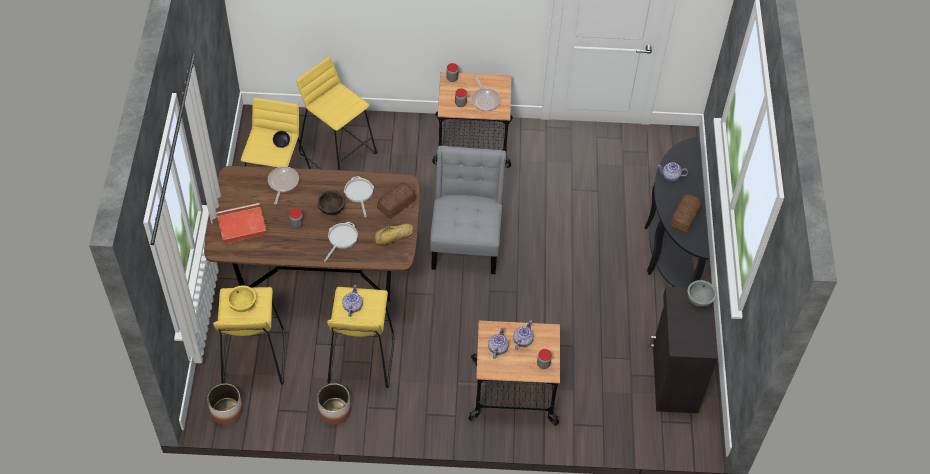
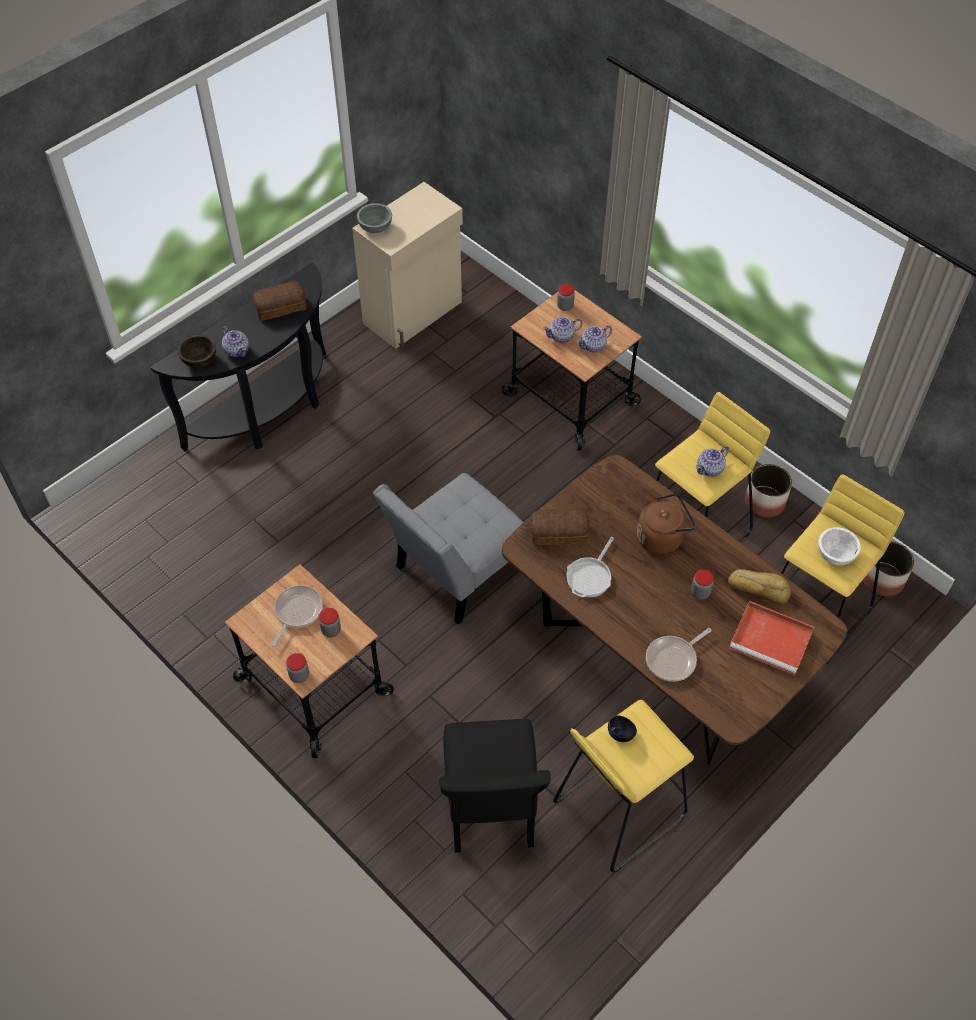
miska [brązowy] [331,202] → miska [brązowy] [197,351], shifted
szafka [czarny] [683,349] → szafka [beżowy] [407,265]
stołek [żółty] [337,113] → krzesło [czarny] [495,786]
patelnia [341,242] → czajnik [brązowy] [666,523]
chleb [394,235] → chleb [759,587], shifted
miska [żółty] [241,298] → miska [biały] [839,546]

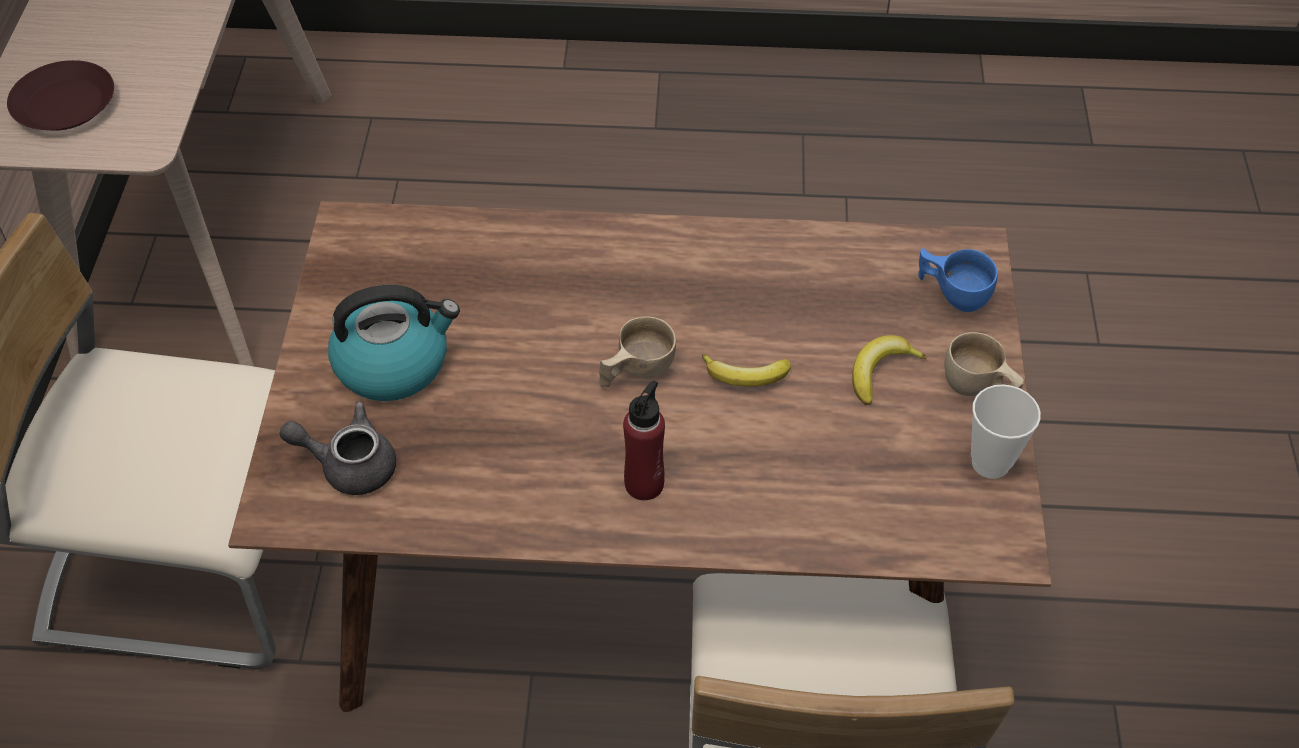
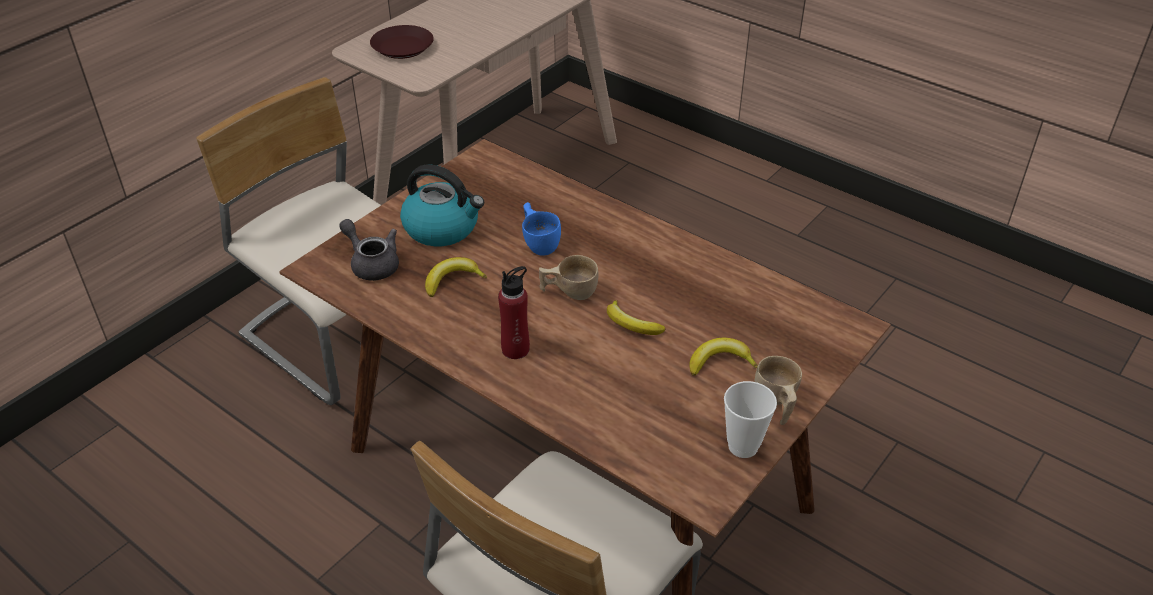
- → banan [456,277]
filiżanka [niebieski] [958,280] → filiżanka [niebieski] [541,228], shifted

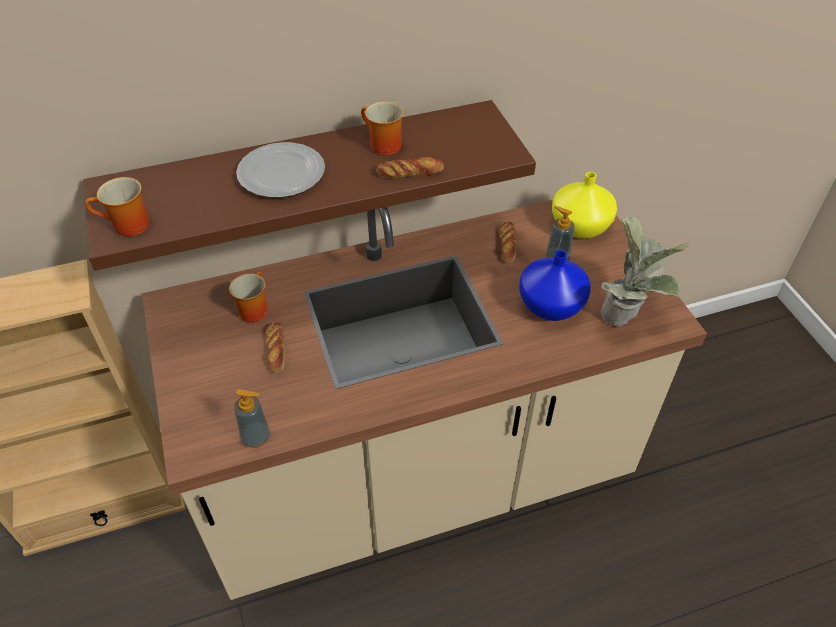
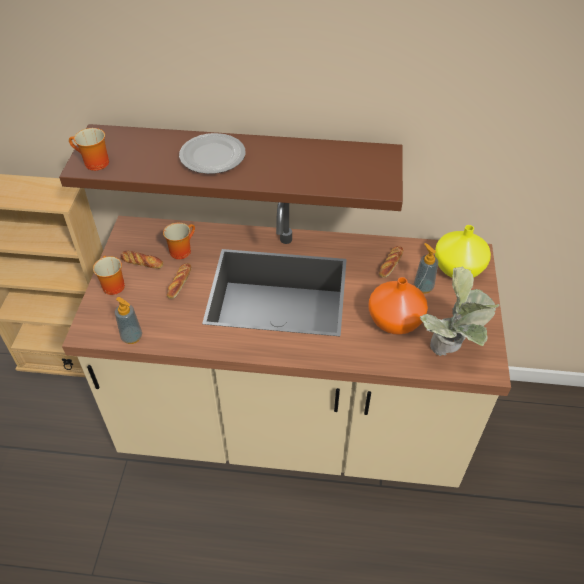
kubek [382,128] → kubek [109,275], shifted
chleb [410,167] → chleb [141,260], shifted
wazon [niebieski] [555,285] → wazon [pomarańczowy] [398,305]

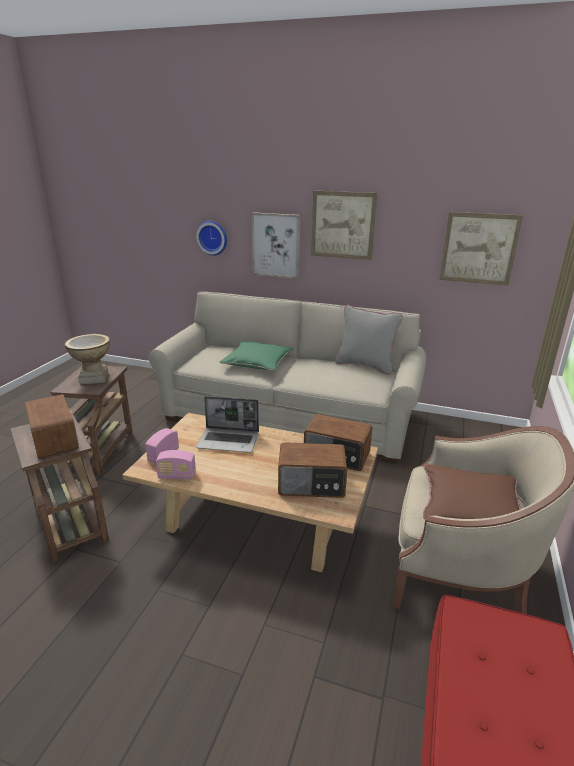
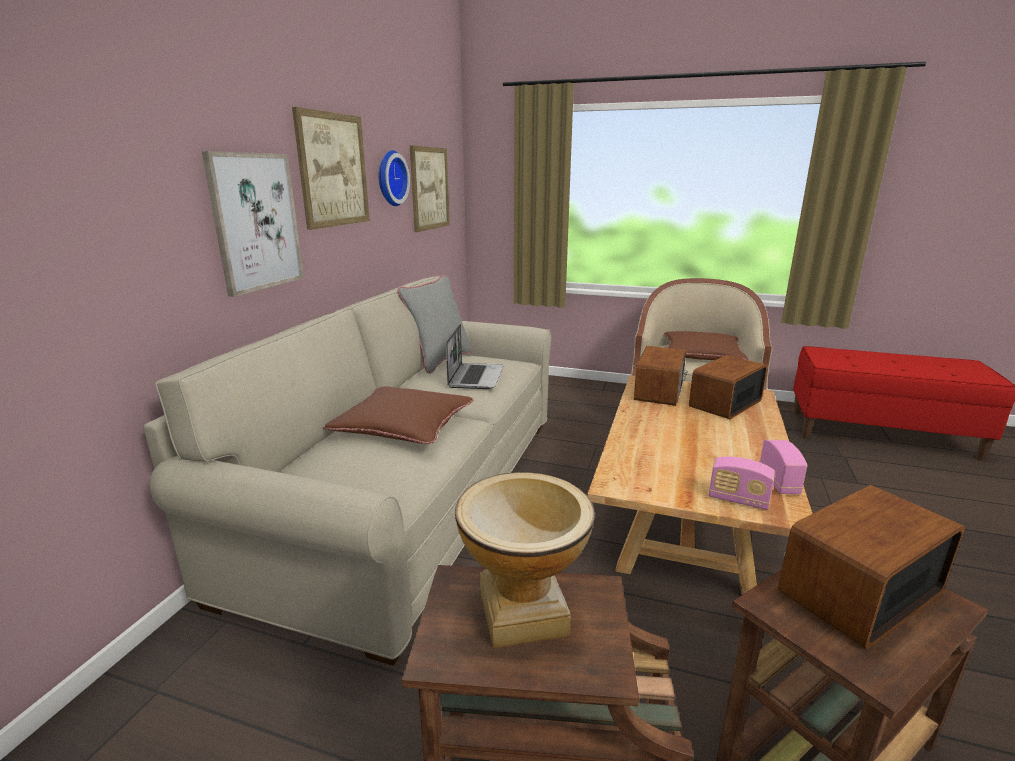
poduszka [zielony] [256,356] → poduszka [brązowy] [398,415]
zegar ścienny [211,238] → zegar ścienny [394,178], shifted
laptop [227,424] → laptop [475,356], shifted
radio [312,470] → radio [728,387], 135 degrees counterclockwise

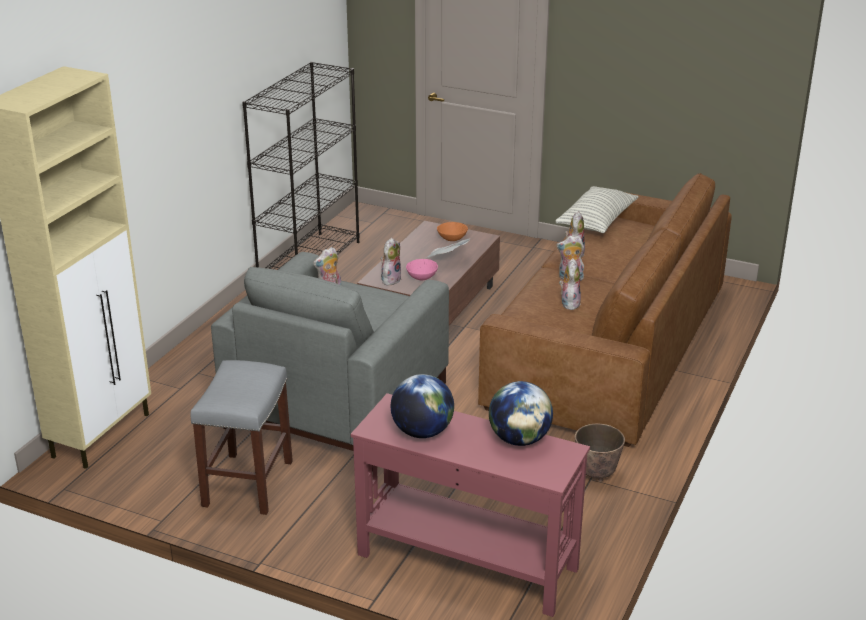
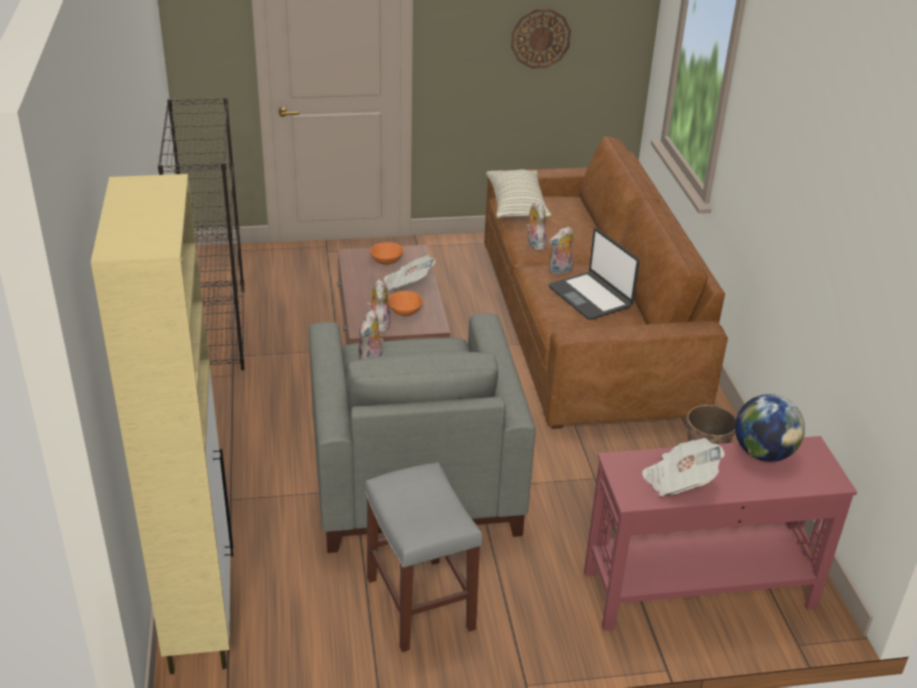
miska [różowy] [422,269] → miska [pomarańczowy] [405,303]
- → zegar ścienny [541,39]
pluszak [570,284] → laptop [594,274]
globus [422,406] → gazeta [683,467]

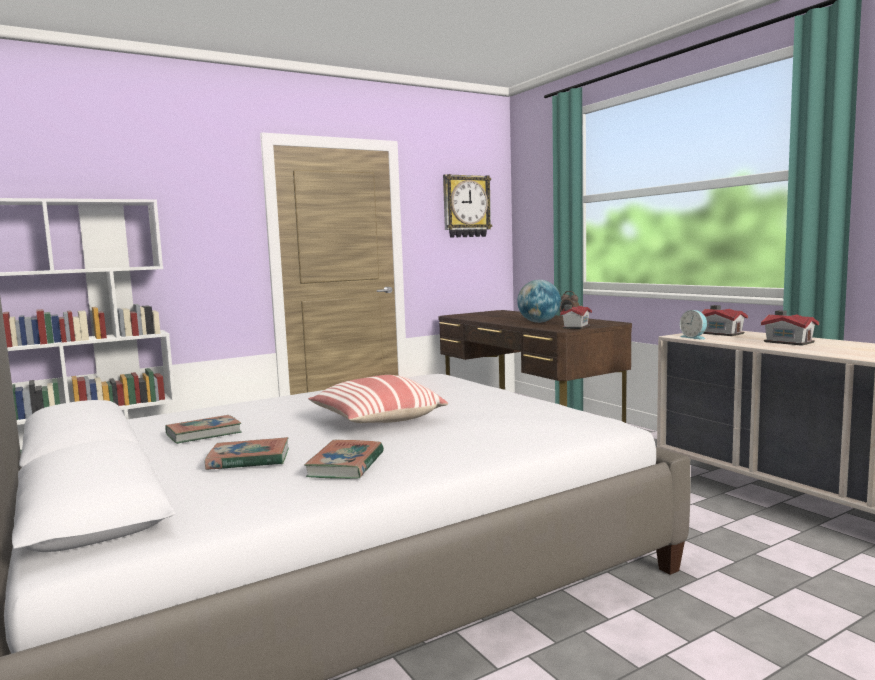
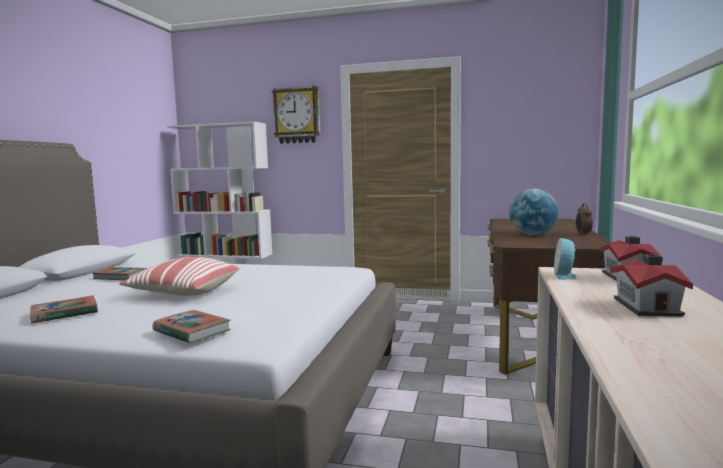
książka [247,453] → książka [191,327], shifted
zegar ścienny [467,206] → zegar ścienny [296,115], shifted
domek [576,317] → -

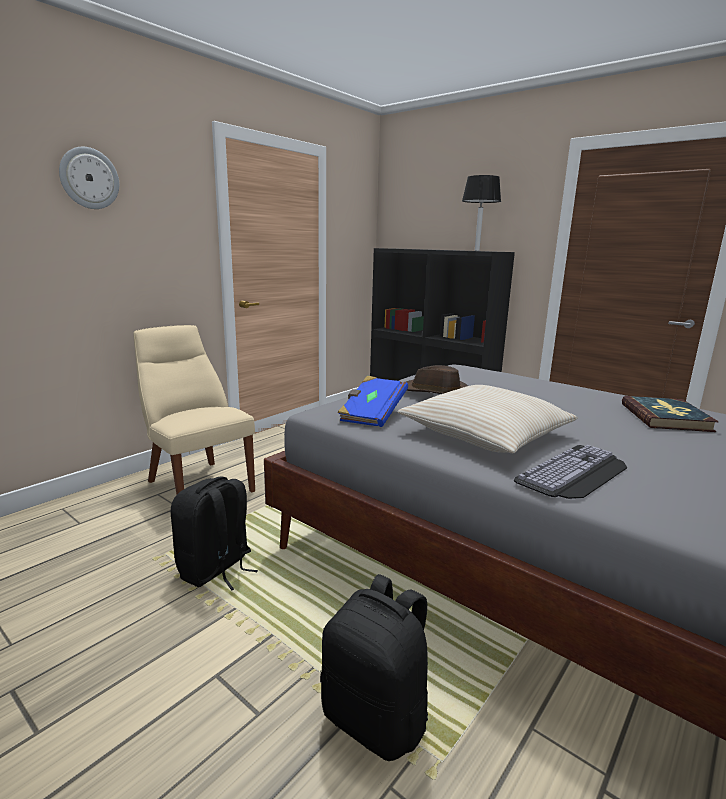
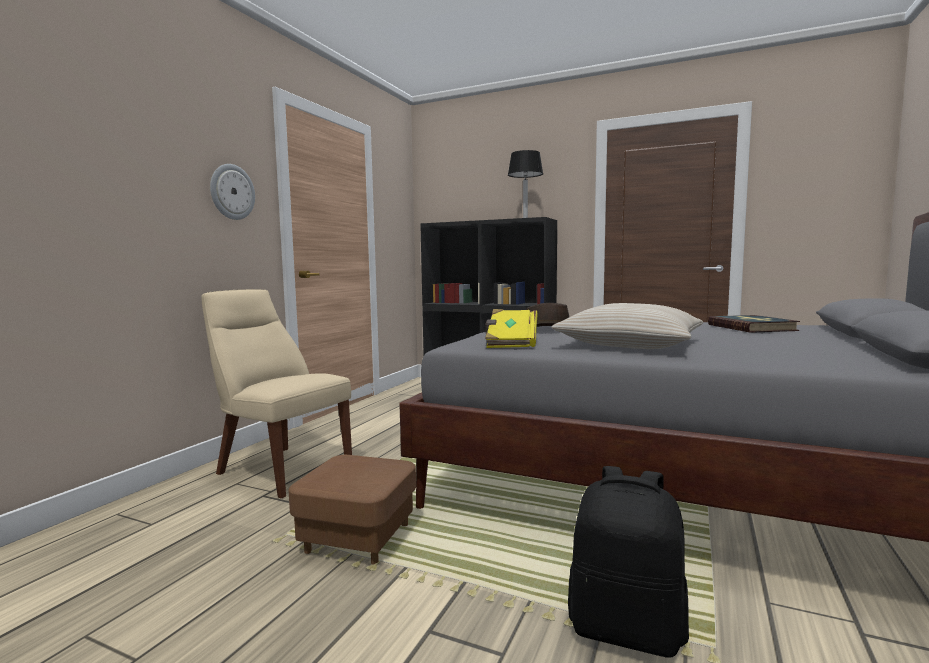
zegar ścienny [89,178] → zegar ścienny [232,192], shifted
plecak [czarny] [214,534] → pufa [brązowy] [352,510]
książka [niebieski] [373,401] → książka [żółty] [511,328]
klawiatura [570,472] → -

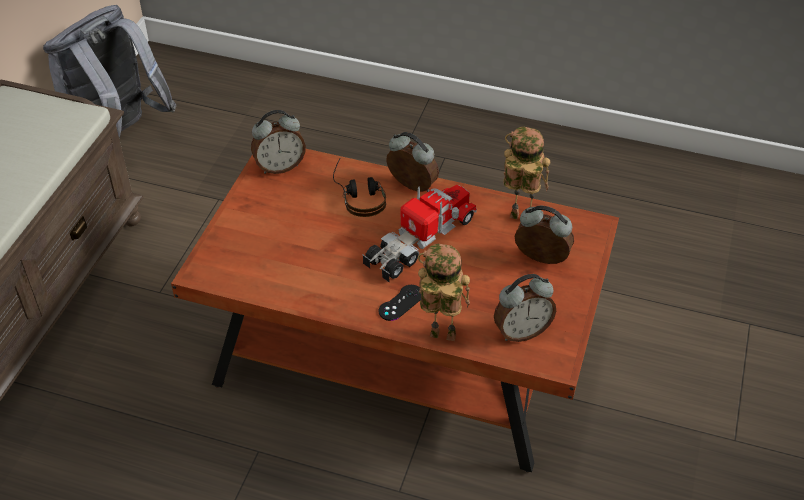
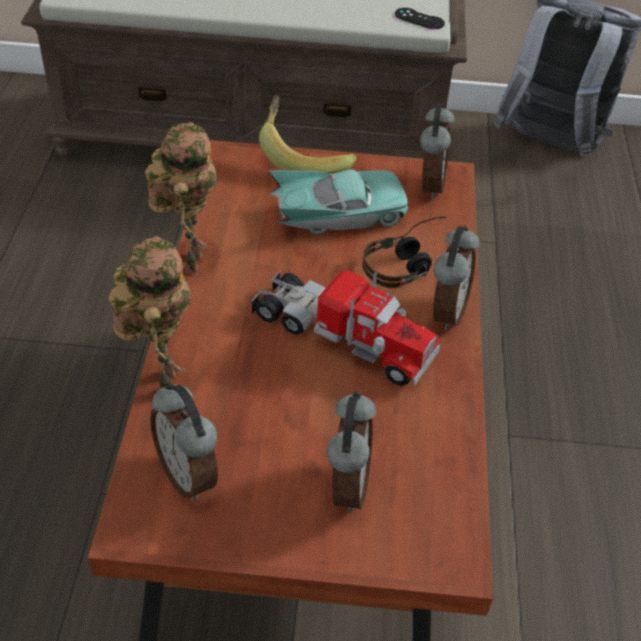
robot zabawkowy [526,173] → robot zabawkowy [181,198], shifted
- → banan [308,134]
- → samochodzik [turkusowy] [338,201]
pad do gier [czarny] [400,303] → pad do gier [czarny] [420,18], shifted
budzik [278,142] → budzik [437,152], 135 degrees counterclockwise

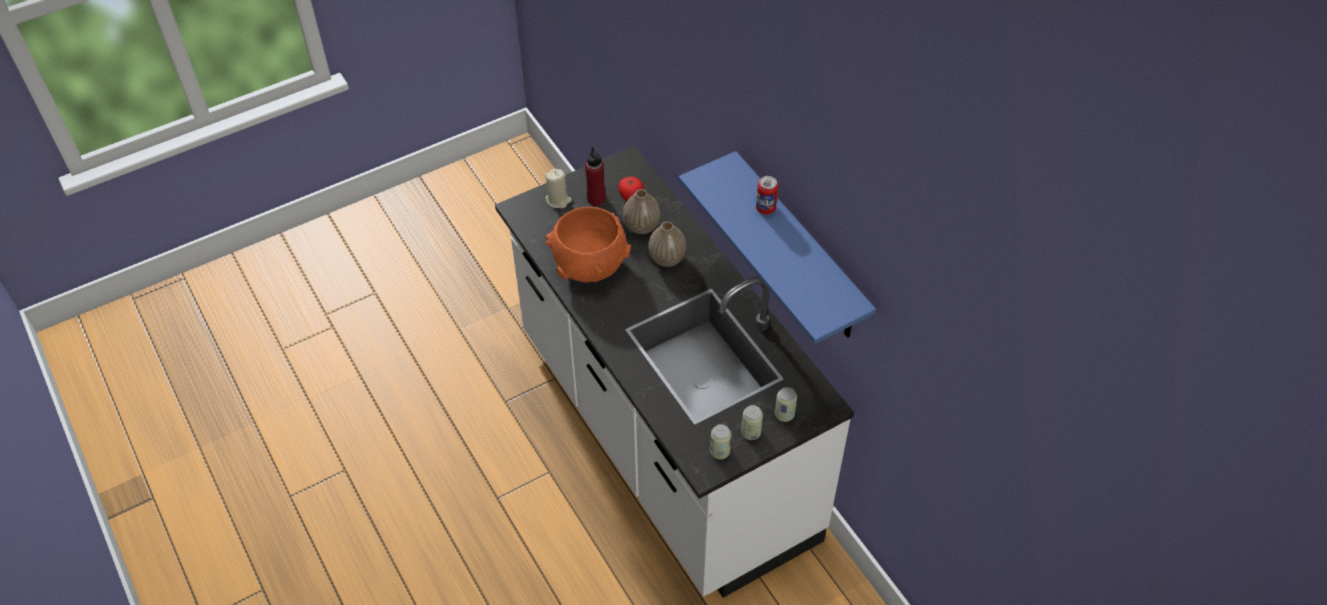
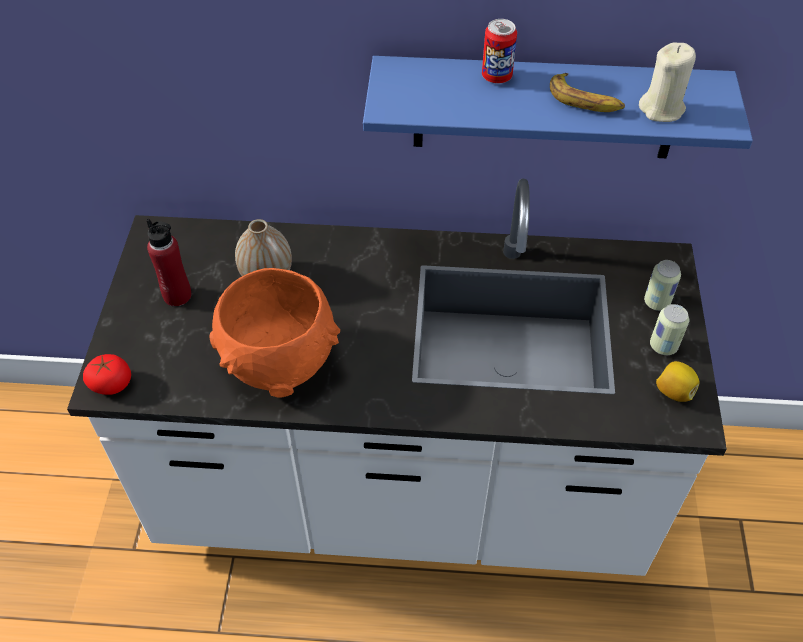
pomidor [631,188] → pomidor [107,374], shifted
- → banan [587,92]
świeca [beżowy] [558,188] → świeca [beżowy] [667,82], shifted
puszka [720,441] → cytryna [678,381]
wazon [667,244] → -

